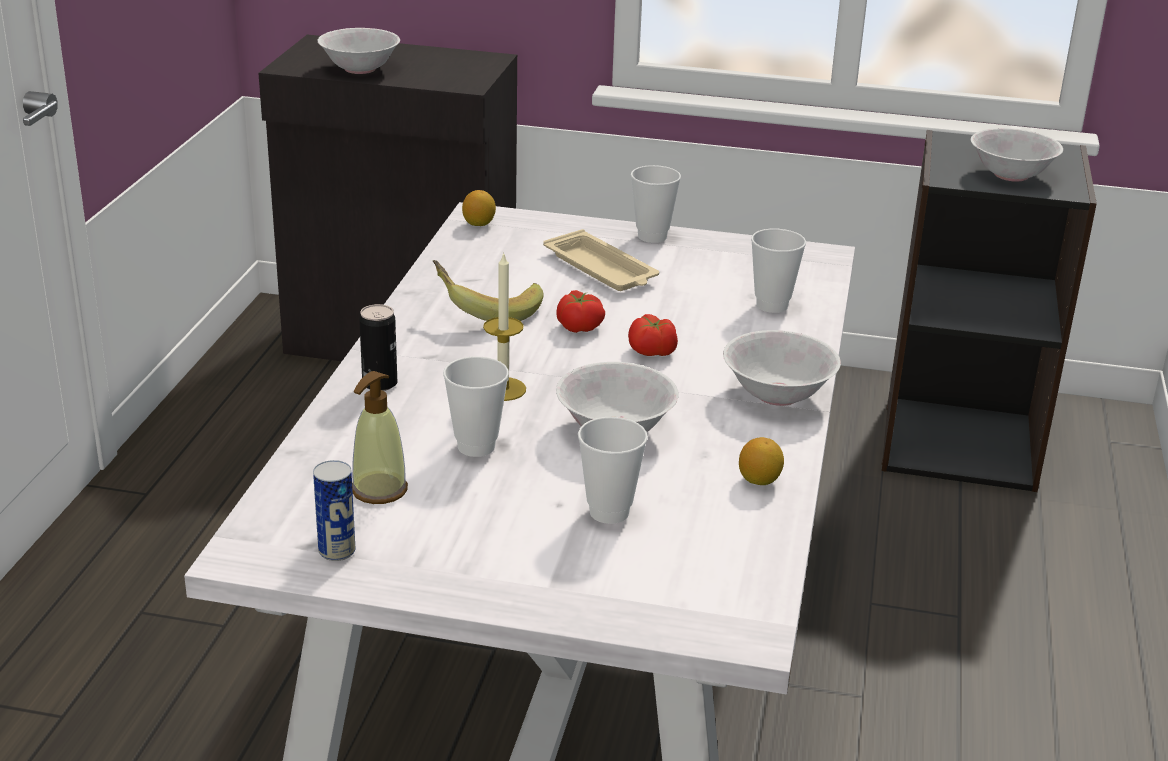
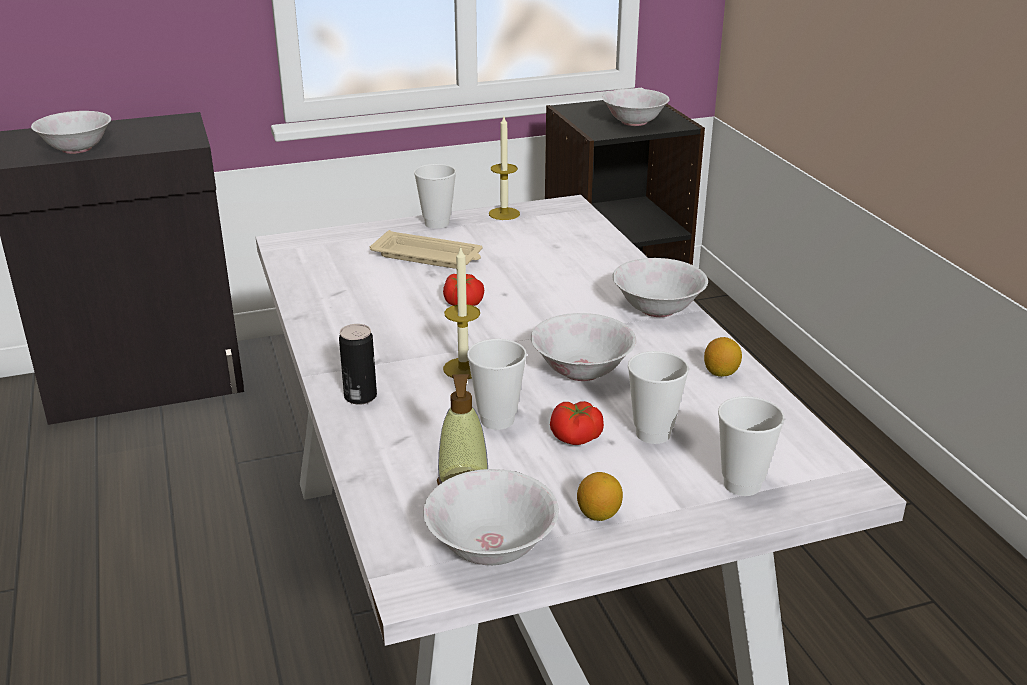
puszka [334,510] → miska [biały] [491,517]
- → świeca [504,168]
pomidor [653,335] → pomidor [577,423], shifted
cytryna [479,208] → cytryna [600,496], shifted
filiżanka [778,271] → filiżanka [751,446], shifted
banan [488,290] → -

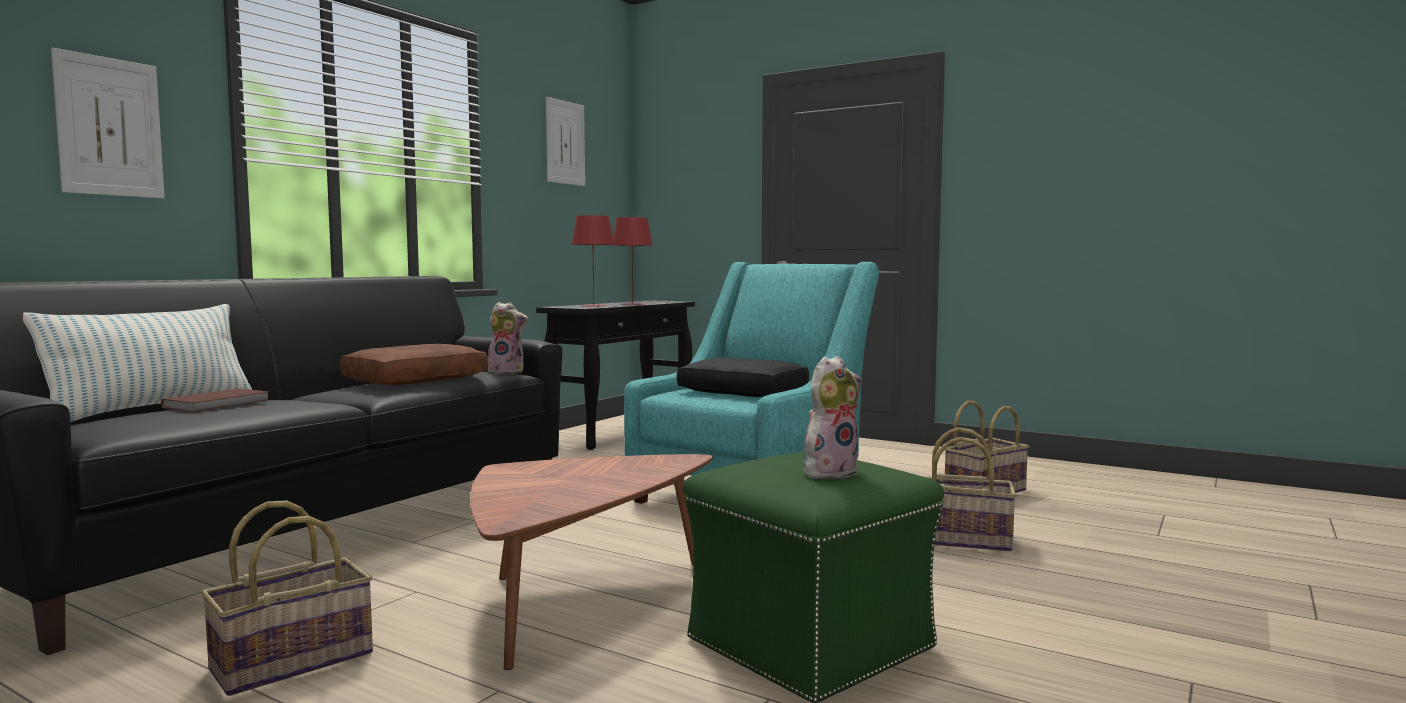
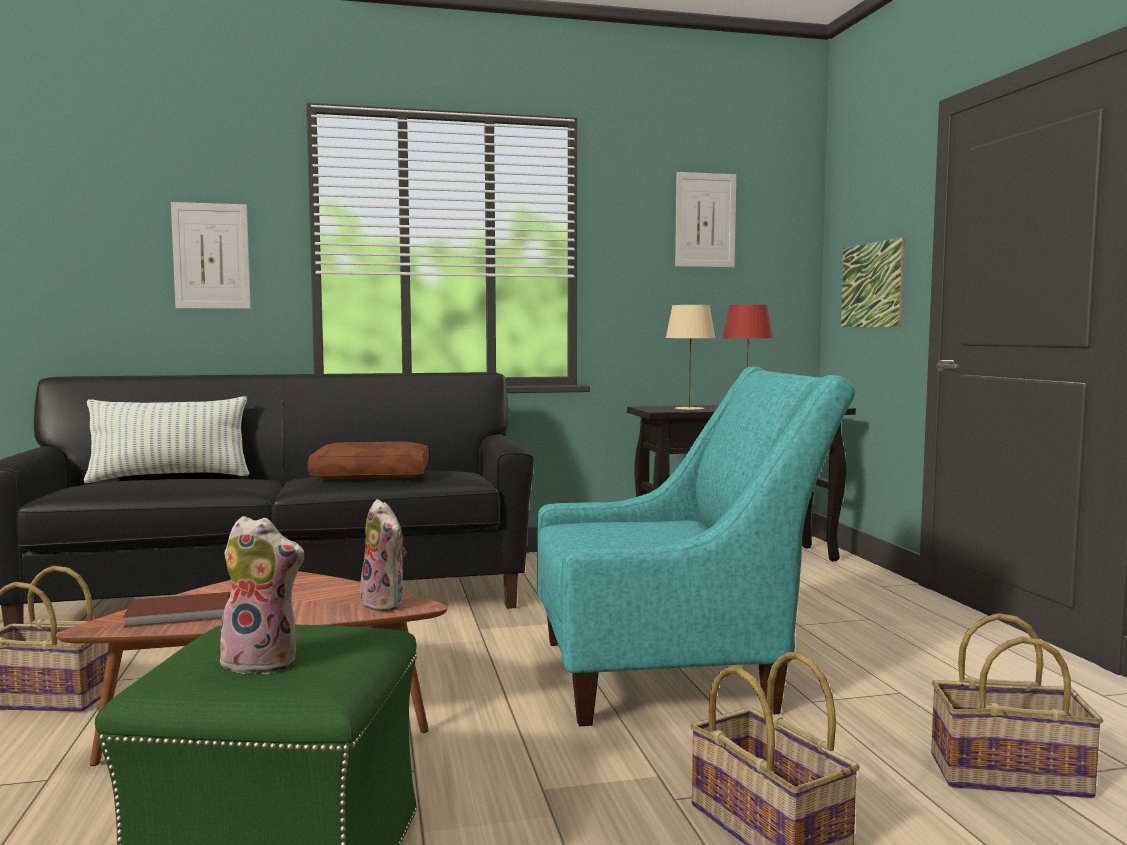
książka [brązowy] [215,400] → książka [brązowy] [176,610], shifted
pluszak [507,338] → pluszak [383,555], shifted
lampa stołowa [czerwony] [593,261] → lampa stołowa [beżowy] [690,357]
- → obraz [872,282]
poduszka [czarny] [743,377] → -

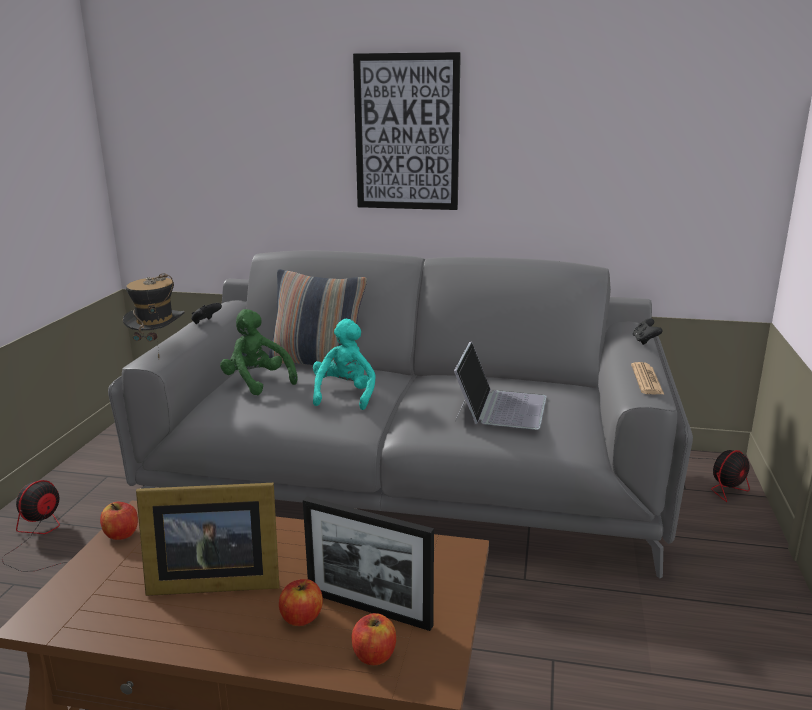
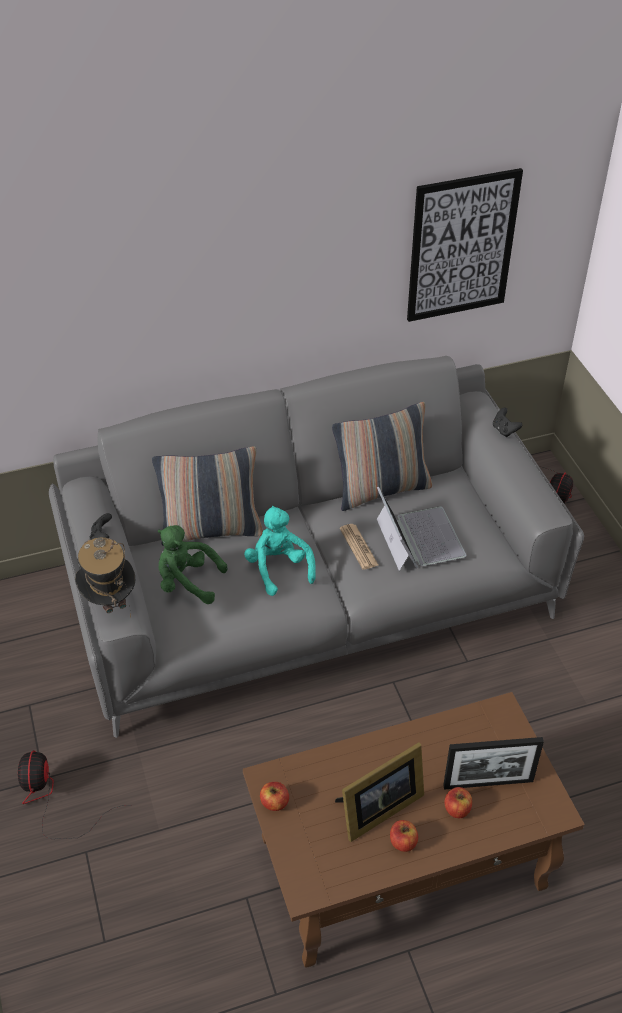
- → poduszka [382,456]
gazeta [647,378] → gazeta [359,547], shifted
jabłko [374,639] → jabłko [404,836], shifted
obraz [407,131] → obraz [465,245], shifted

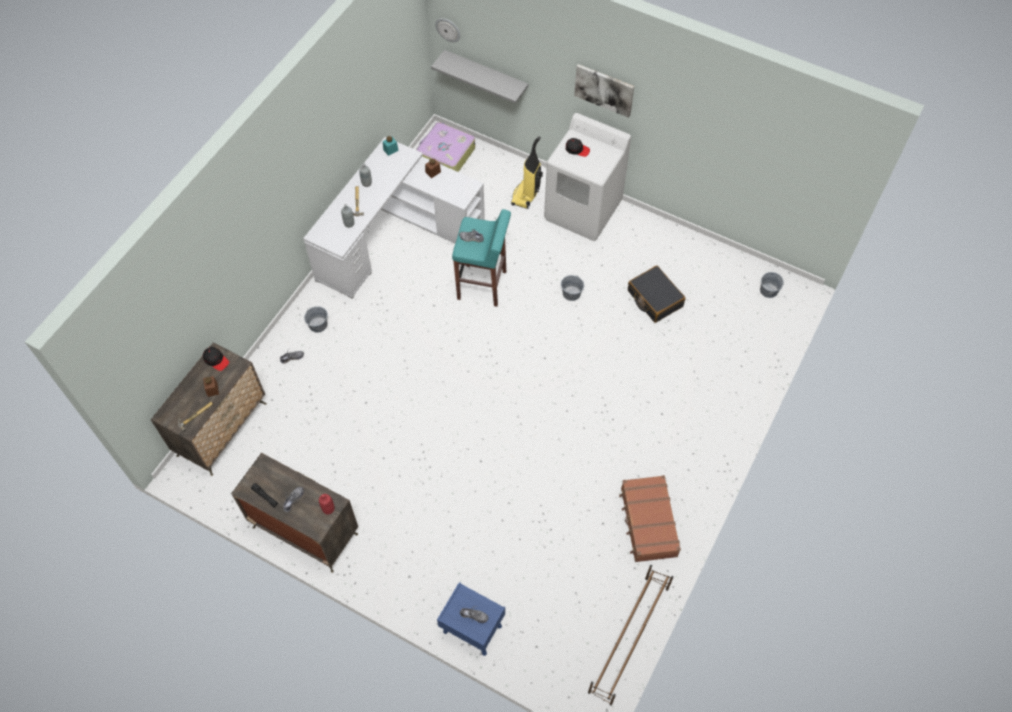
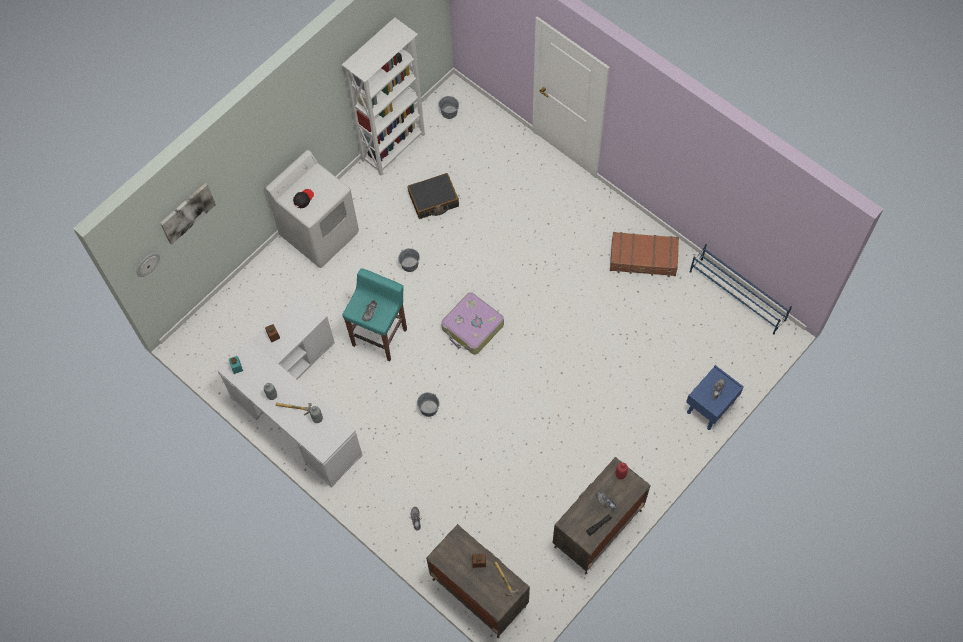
obraz [604,91] → obraz [188,213], shifted
- → regał [biały] [383,96]
wiadro [szary] [316,319] → wiadro [szary] [428,404], shifted
walizka [446,147] → walizka [472,323], shifted
regał na buty [brązowy] [631,635] → regał na buty [niebieski] [740,289]
czapka z daszkiem [czarny] [216,359] → -
półka [szary] [480,77] → -
odkurzacz [527,172] → -

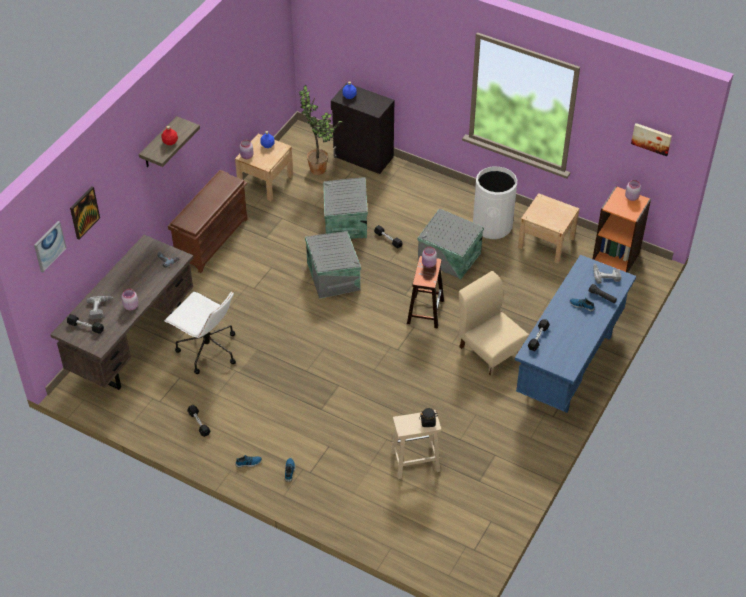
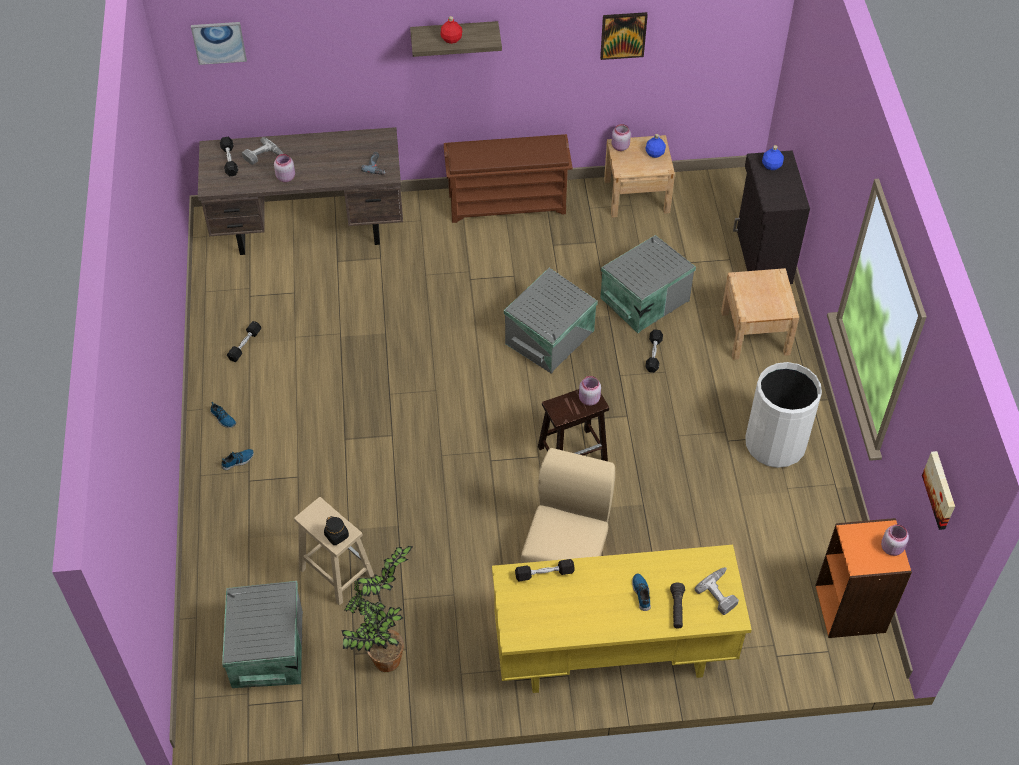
pojemnik do przechowywania [szary] [451,244] → pojemnik do przechowywania [szary] [262,634], shifted
roślina doniczkowa [321,130] → roślina doniczkowa [377,609], shifted
biurko [niebieski] [575,334] → biurko [żółty] [622,619]
obraz [85,212] → obraz [624,36], shifted
szafka nocna [beżowy] [548,228] → szafka nocna [beżowy] [760,314], shifted
krzesło biurowe [biały] [200,333] → -

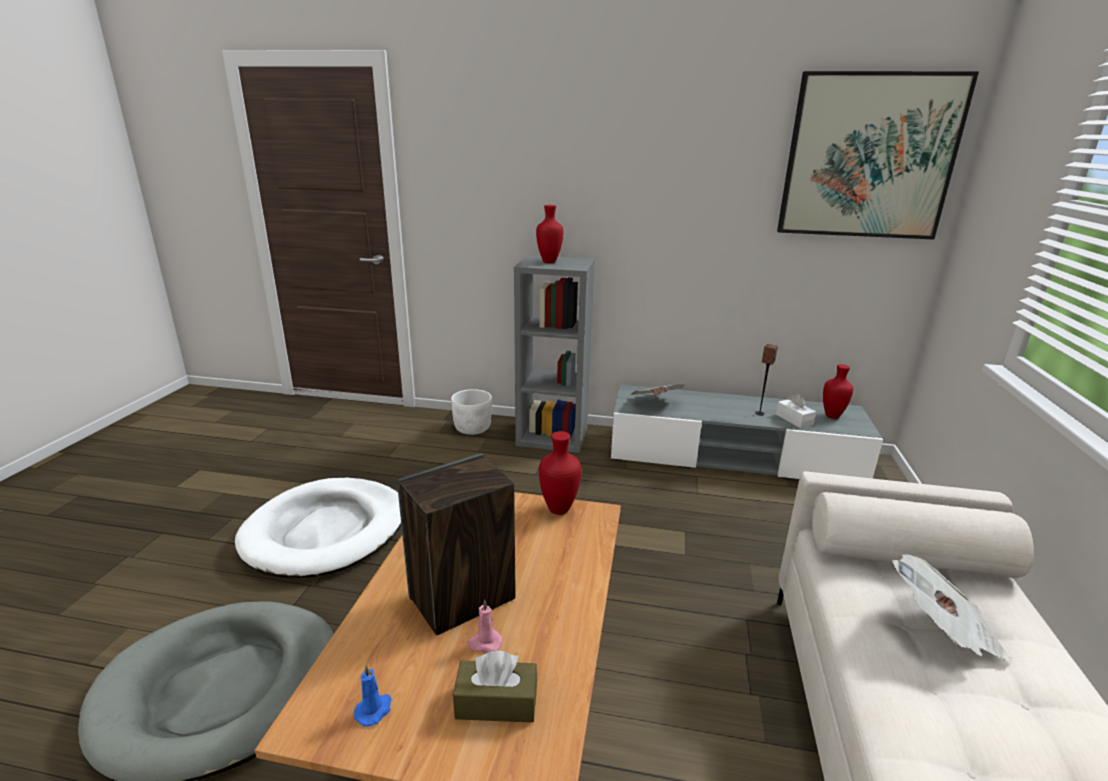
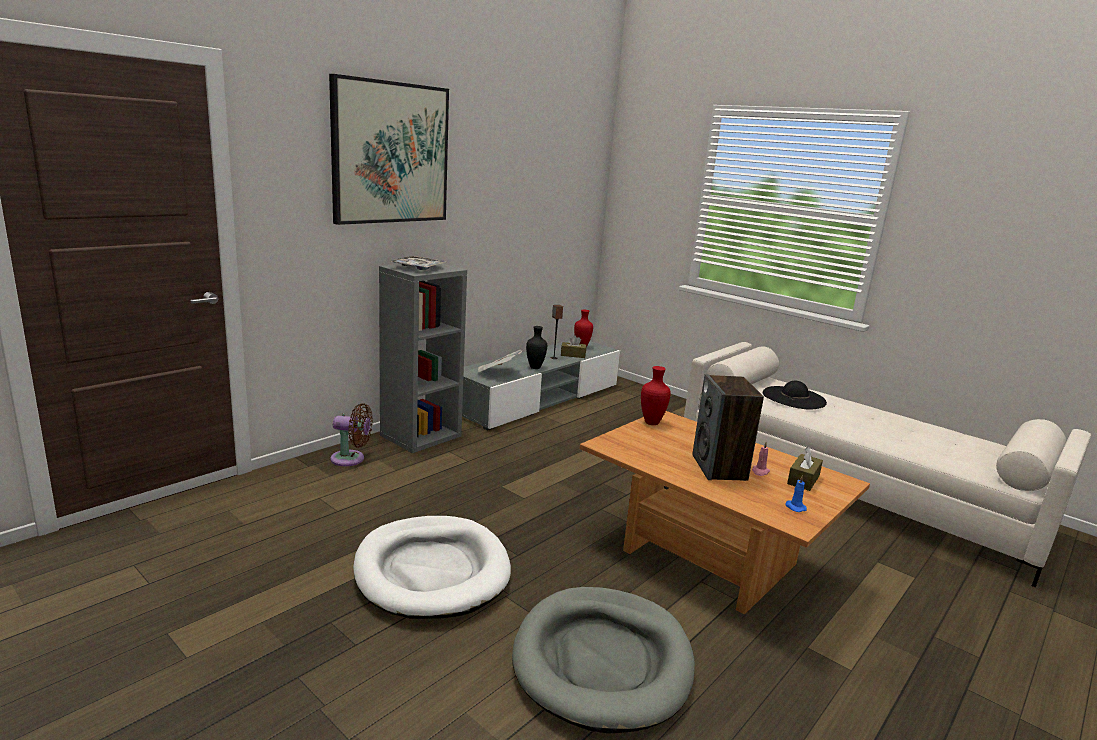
obraz [878,155] → obraz [389,149], shifted
donica [biały] [471,412] → wentylator [brązowy] [351,434]
wazon [czerwony] [550,234] → taca [418,263]
- → wazon [czarny] [536,347]
pudełko chusteczek [biały] [796,410] → pudełko chusteczek [brązowy] [573,346]
gazeta [952,608] → kapelusz [czarny] [795,394]

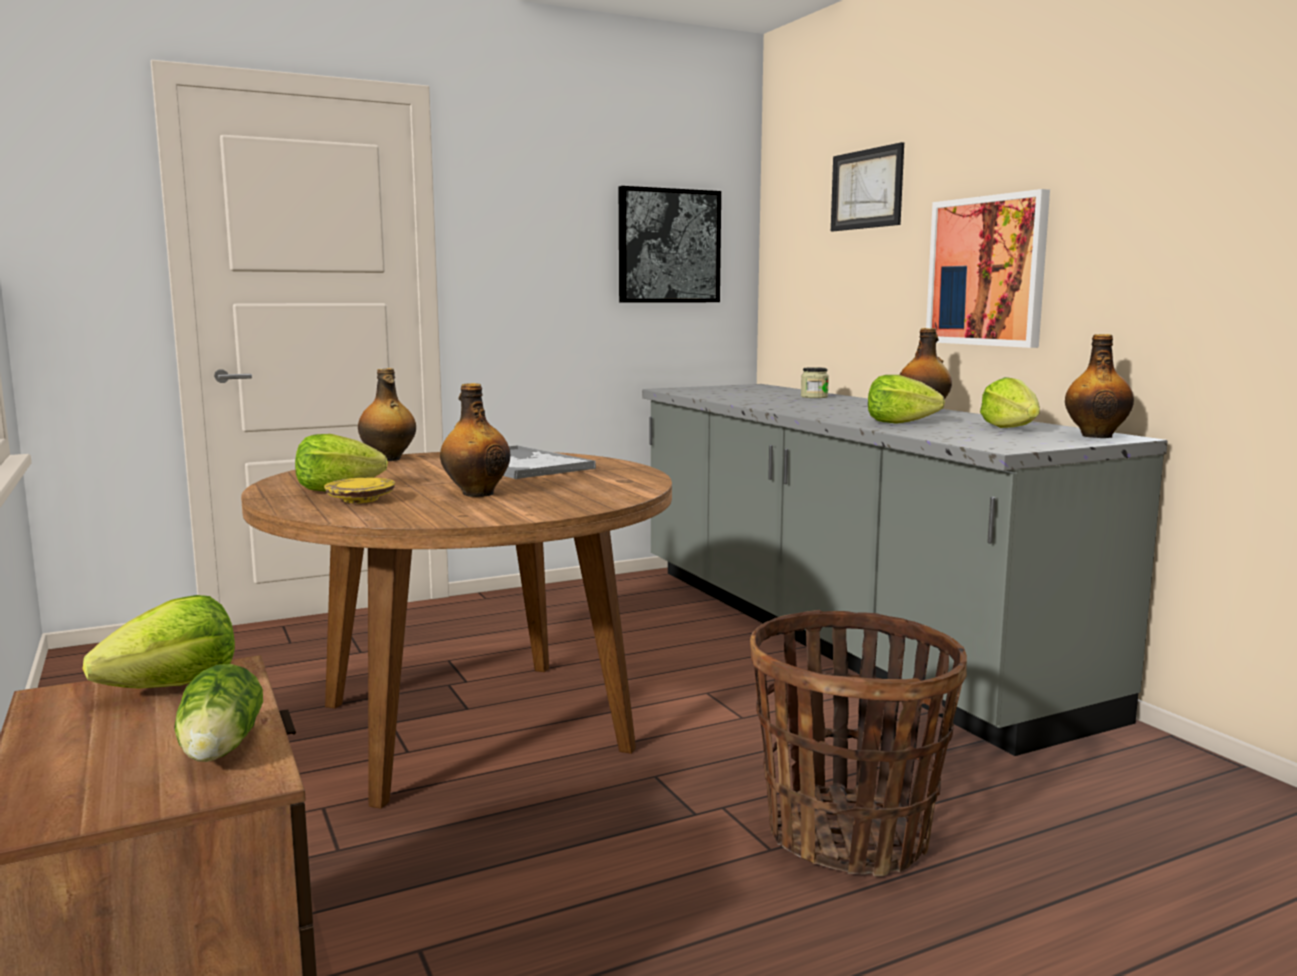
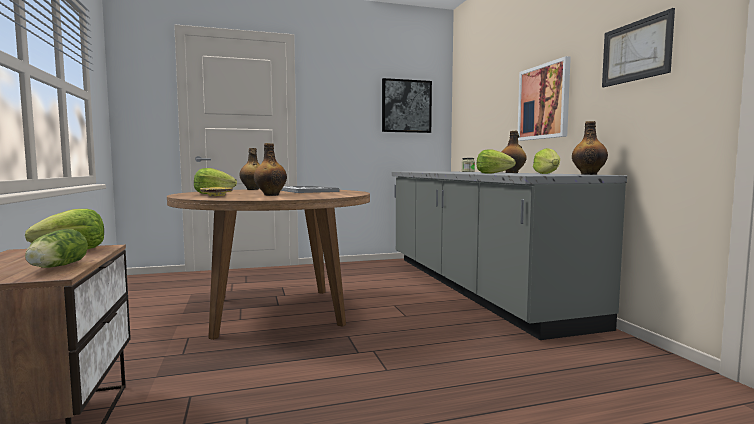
obraz [867,186] → obraz [638,47], shifted
koszyk [858,743] → -

